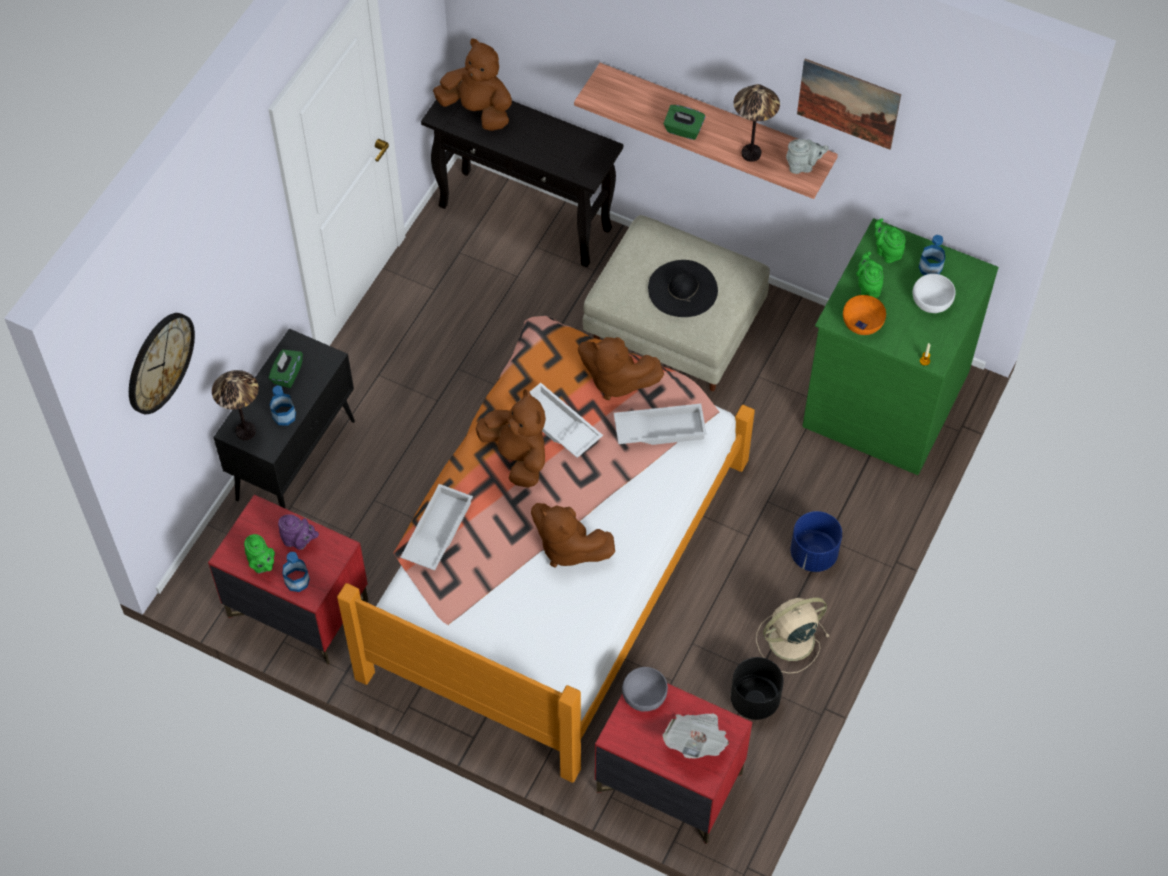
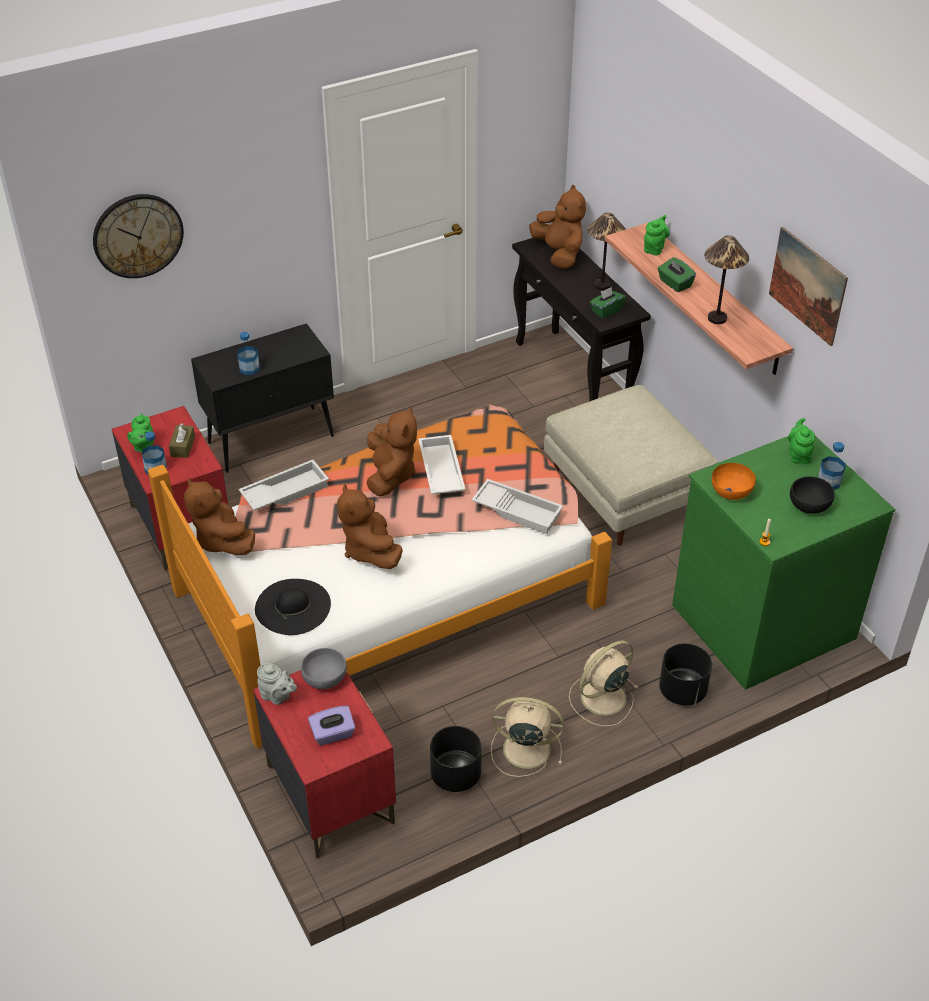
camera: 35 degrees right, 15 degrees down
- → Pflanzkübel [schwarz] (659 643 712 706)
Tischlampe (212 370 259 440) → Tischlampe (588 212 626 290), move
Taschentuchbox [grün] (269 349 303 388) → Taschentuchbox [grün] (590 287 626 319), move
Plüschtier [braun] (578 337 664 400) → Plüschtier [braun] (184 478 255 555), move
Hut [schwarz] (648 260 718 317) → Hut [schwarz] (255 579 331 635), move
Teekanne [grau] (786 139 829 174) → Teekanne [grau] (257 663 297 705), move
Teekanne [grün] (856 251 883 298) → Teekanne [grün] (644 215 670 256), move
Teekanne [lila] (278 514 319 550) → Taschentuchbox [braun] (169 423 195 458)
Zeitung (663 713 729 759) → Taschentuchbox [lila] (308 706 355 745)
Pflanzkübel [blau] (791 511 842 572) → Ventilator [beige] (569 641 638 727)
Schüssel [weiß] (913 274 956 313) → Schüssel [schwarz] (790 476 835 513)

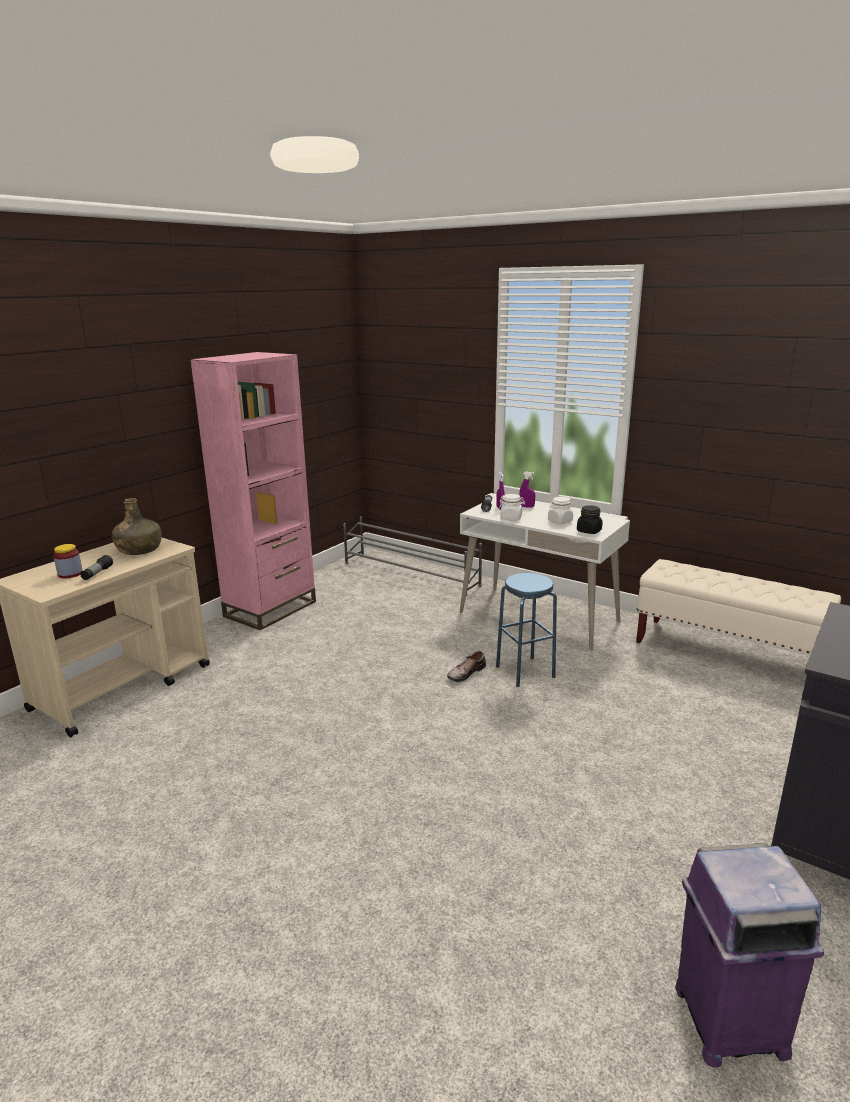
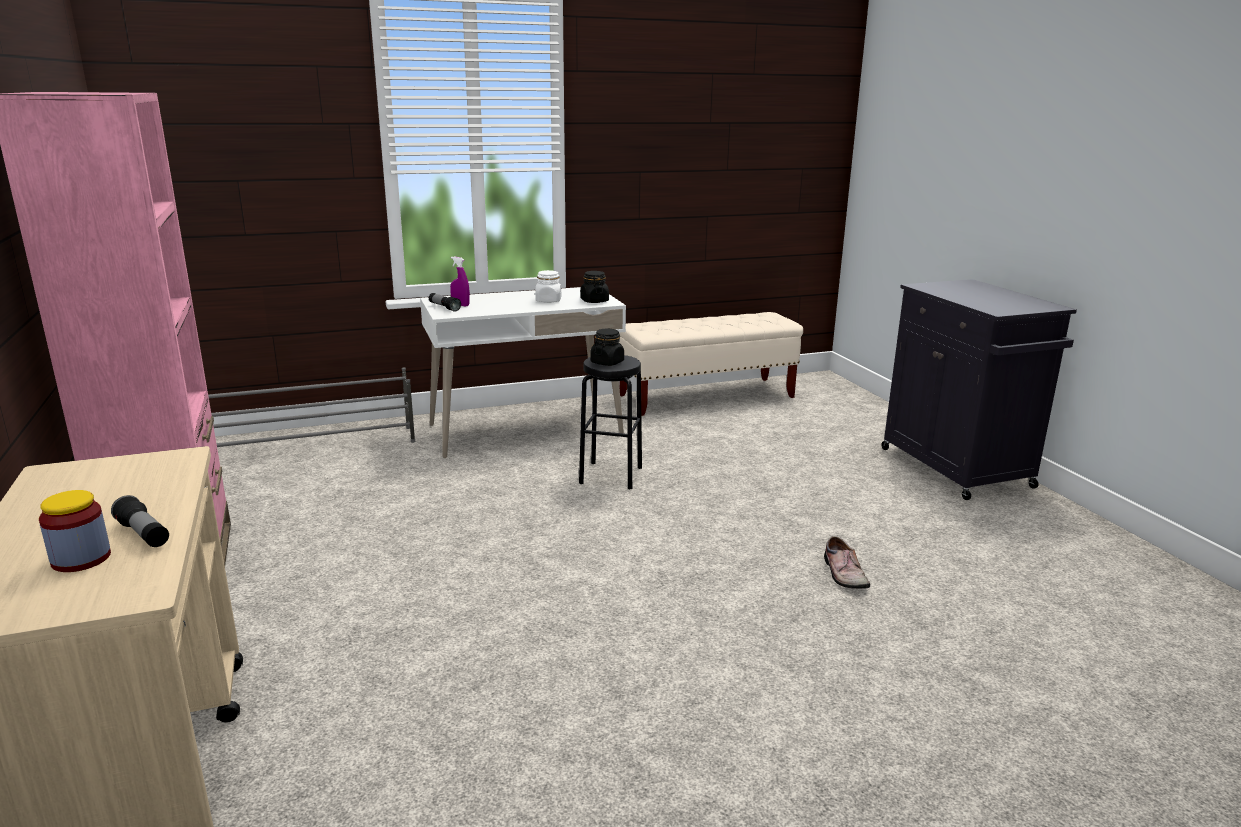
camera: 55 degrees left, 0 degrees up
Flasche [grün] (112 498 162 555) → -
Vorratsglas [weiß] (499 494 525 520) → -
Sprühflasche [lila] (519 472 535 508) → -
Mülleimer [lila] (675 843 824 1067) → -
- → Vorratsglas [schwarz] (590 329 624 366)
Schuh (447 651 486 682) → Schuh (824 536 870 589), move
Hocker [blau] (496 573 557 687) → Hocker [schwarz] (579 355 642 490)

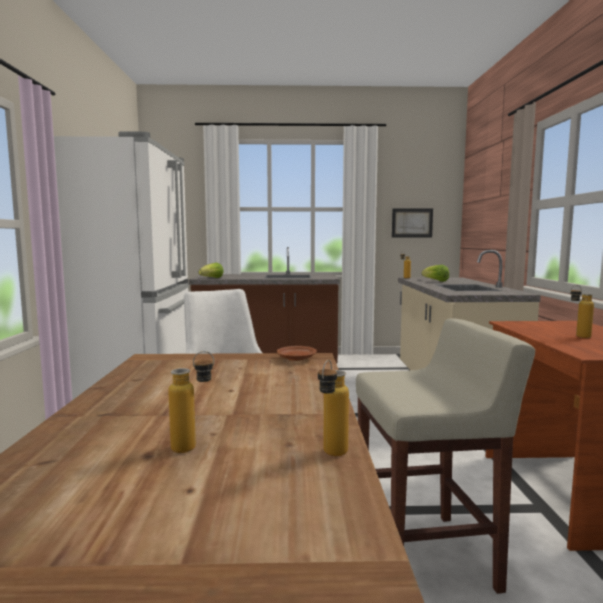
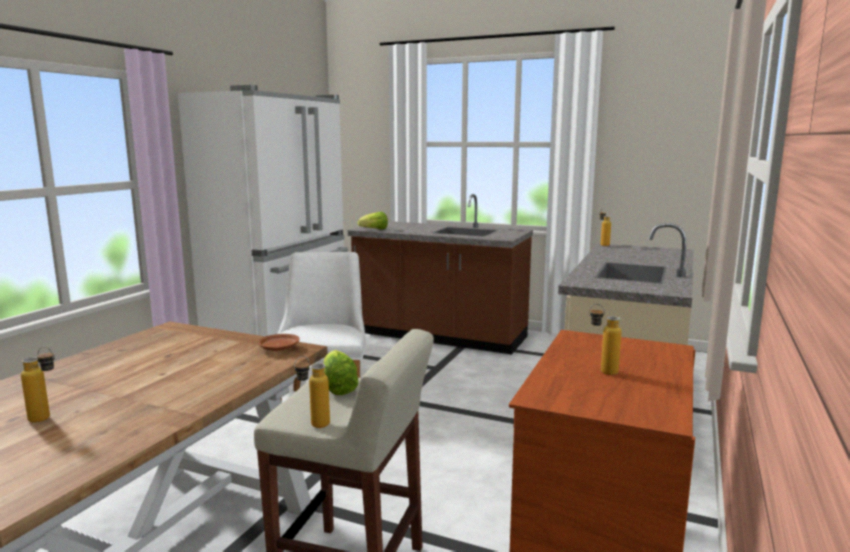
camera: 25 degrees right, 5 degrees up
Bild (392 208 433 238) → -
Flasche (318 360 349 456) → Flasche (294 356 330 428), move
Salatkopf (422 265 449 282) → Salatkopf (324 350 358 395), move

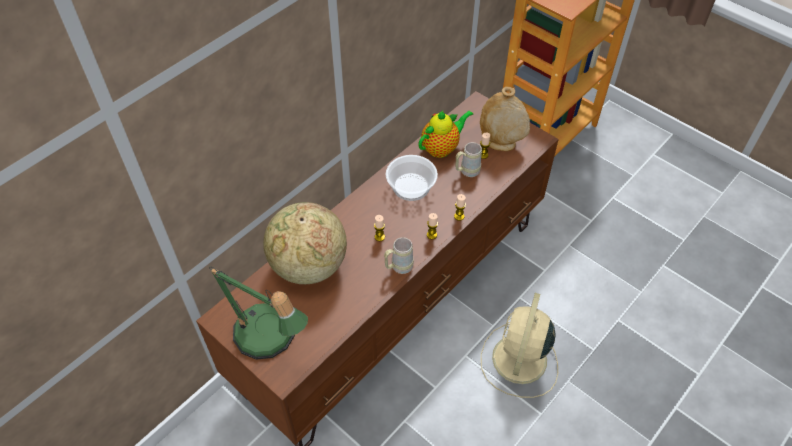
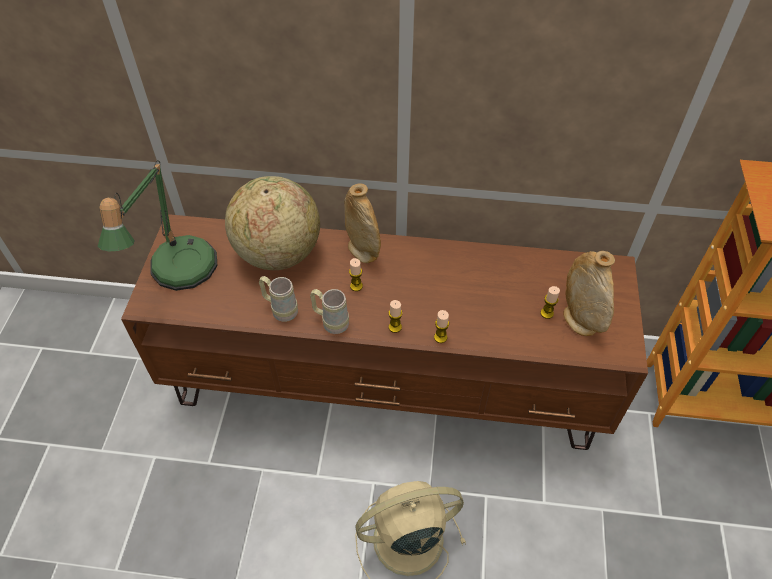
camera: 55 degrees right, 0 degrees up
Schüssel (386 155 438 201) → -
Teekanne (418 110 473 158) → -
- → Vase [beige] (344 183 381 263)
Henkelbecher [beige] (455 142 482 177) → Henkelbecher [beige] (259 276 298 322), move

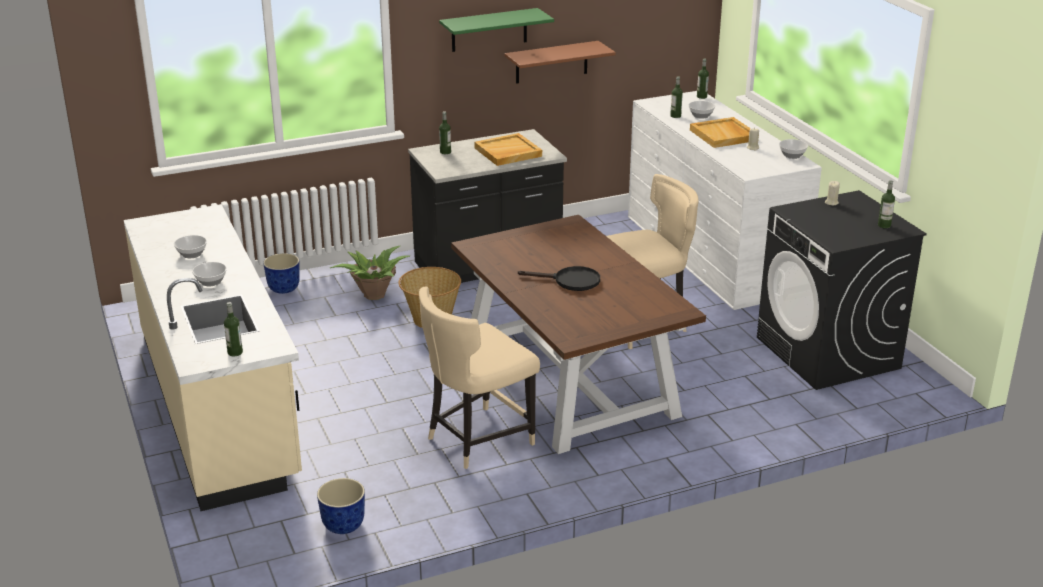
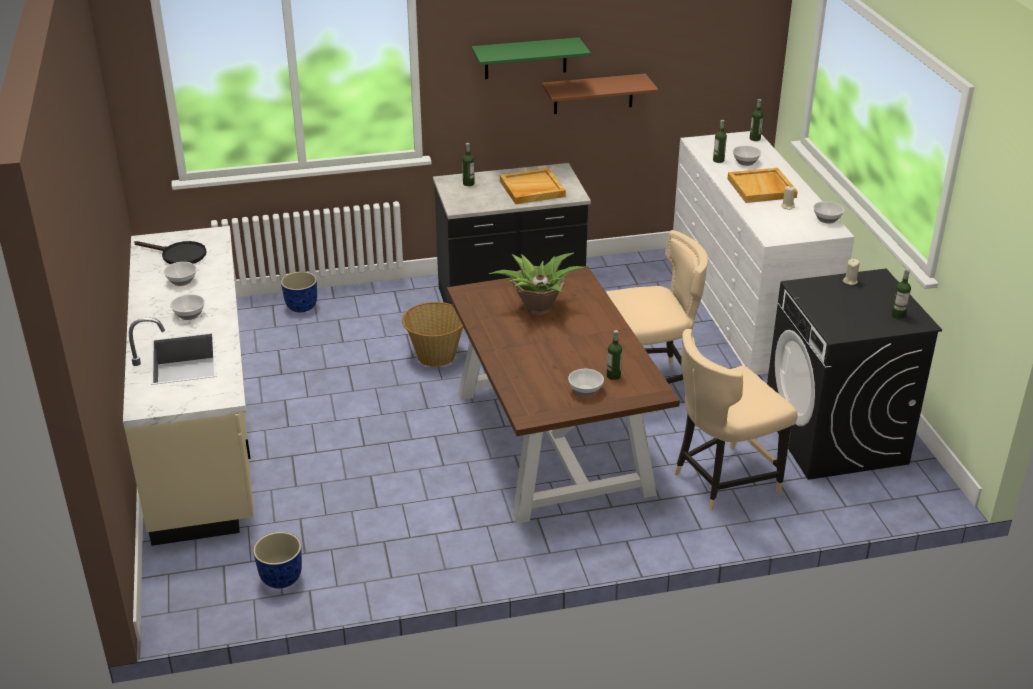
camera: 10 degrees right, 5 degrees up
- → Schüssel (568 369 604 397)
Flasche (224 302 243 356) → Flasche (607 330 622 380), move
Topfpflanze (330 246 410 300) → Topfpflanze (489 253 584 315), move
Stuhl [beige] (419 287 540 469) → Stuhl [beige] (674 329 798 512), move
Pfanne [schwarz] (518 266 600 291) → Pfanne [schwarz] (134 241 207 264), move

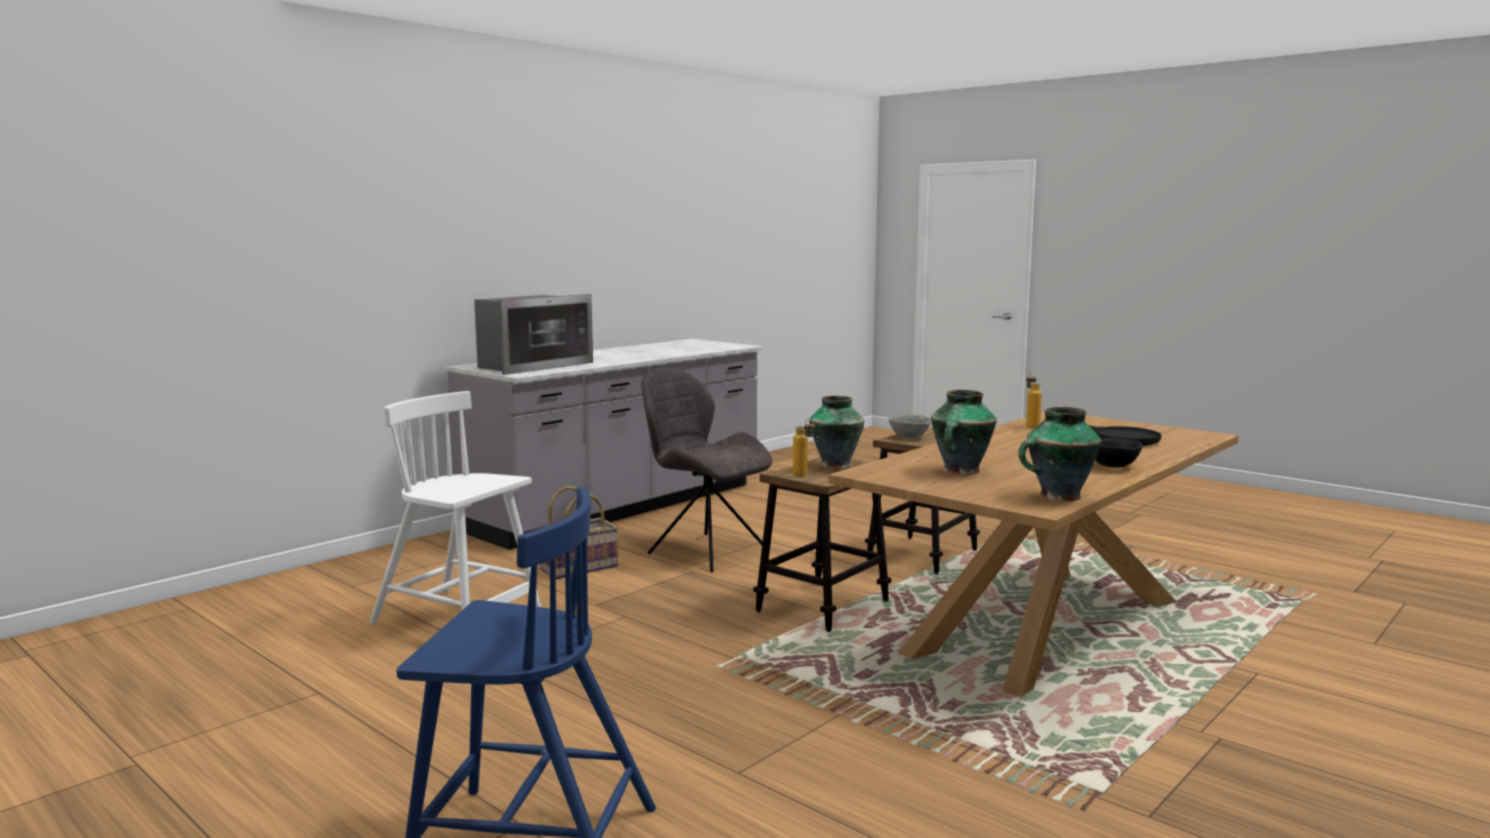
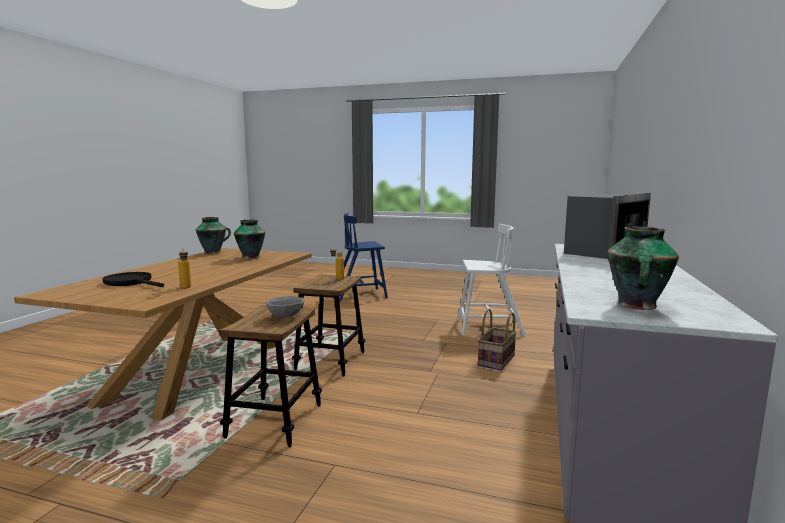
camera: 155 degrees right, 0 degrees up
Stuhl [grau] (641 368 772 572) → -
Schüssel [schwarz] (1095 438 1143 468) → -
Vase (809 396 864 469) → Vase (608 226 679 310), move
Mikrowelle (474 294 593 375) → Mikrowelle (564 193 651 261), 150 degrees counterclockwise

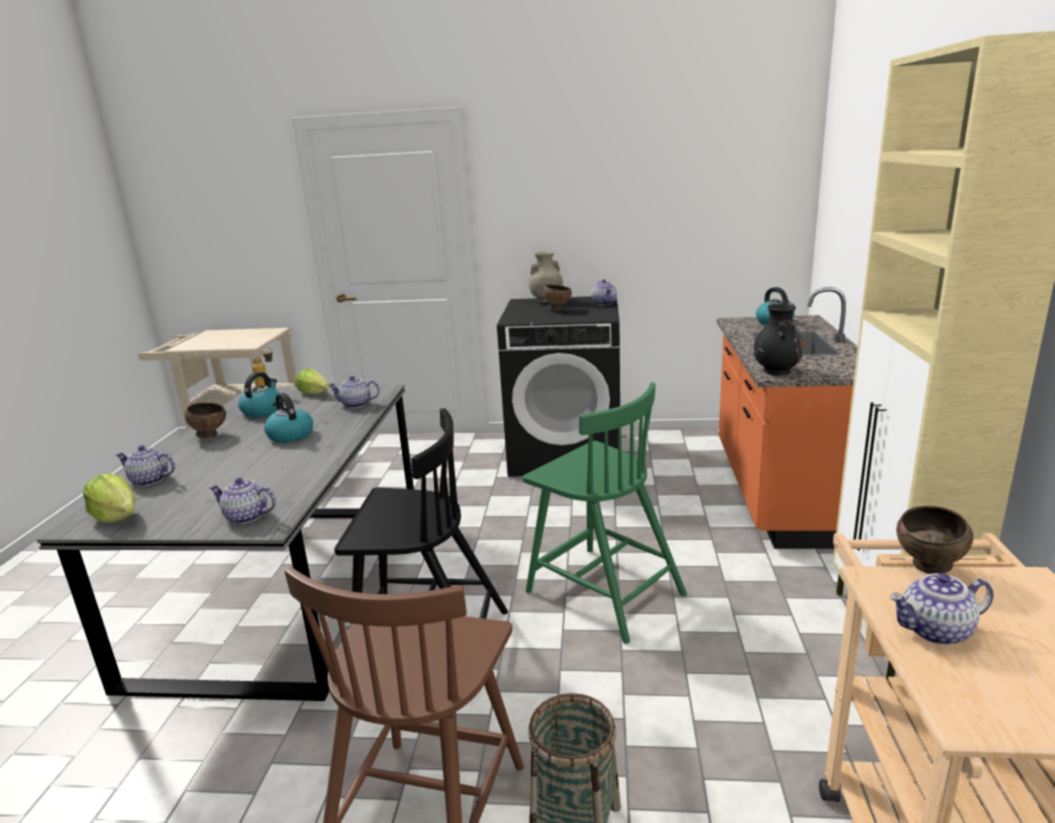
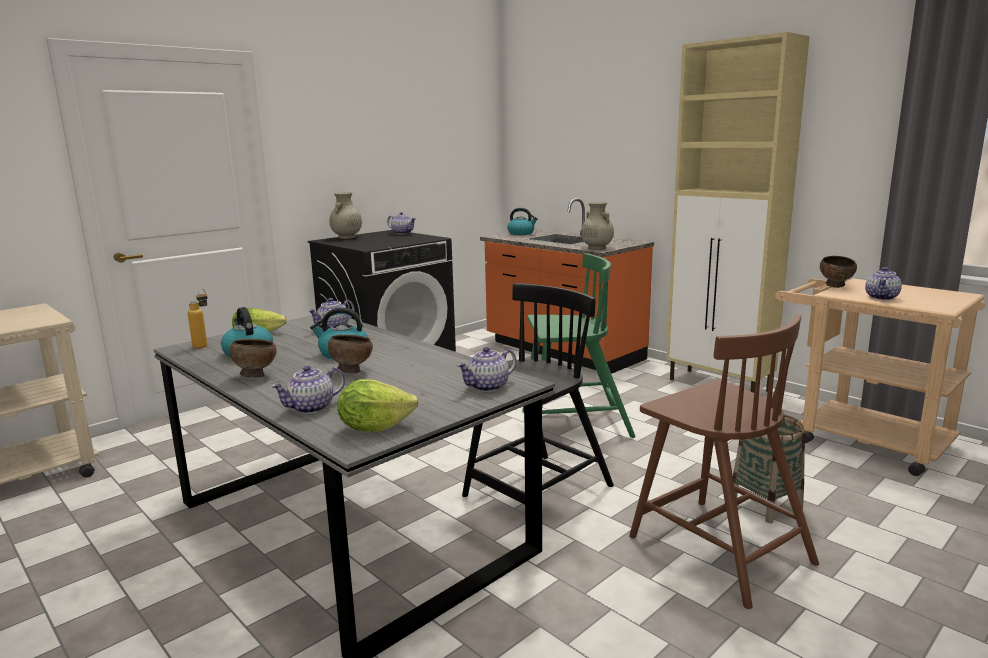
camera: 50 degrees left, 5 degrees down
Schüssel [braun] (543 284 572 311) → Schüssel [braun] (328 335 373 373), move
Vase [schwarz] (754 304 804 375) → Vase [beige] (581 202 614 250)

